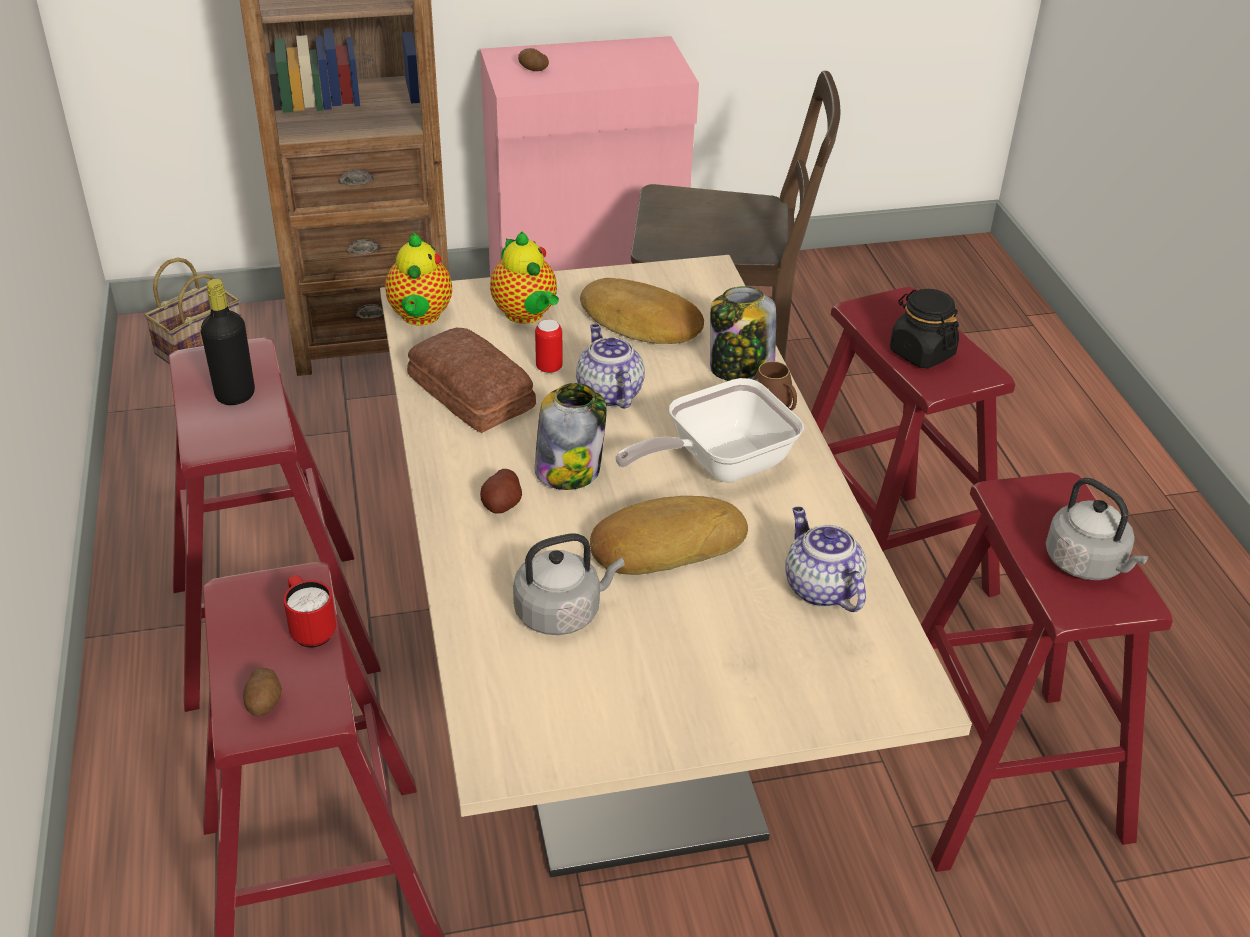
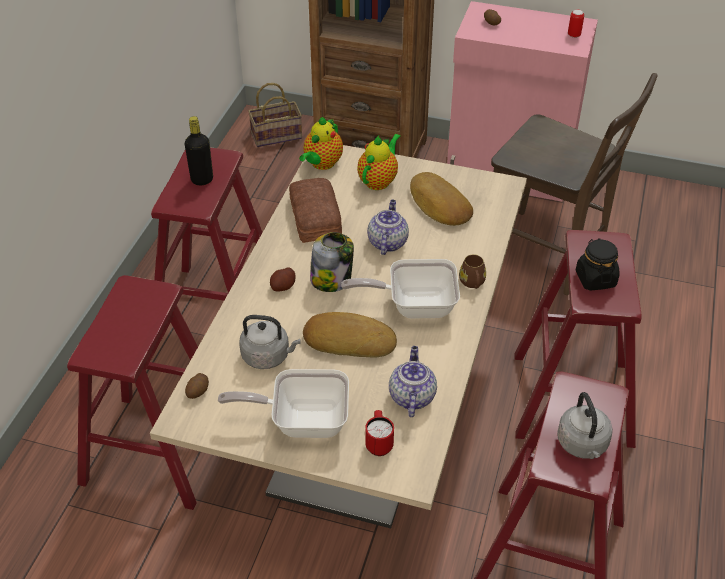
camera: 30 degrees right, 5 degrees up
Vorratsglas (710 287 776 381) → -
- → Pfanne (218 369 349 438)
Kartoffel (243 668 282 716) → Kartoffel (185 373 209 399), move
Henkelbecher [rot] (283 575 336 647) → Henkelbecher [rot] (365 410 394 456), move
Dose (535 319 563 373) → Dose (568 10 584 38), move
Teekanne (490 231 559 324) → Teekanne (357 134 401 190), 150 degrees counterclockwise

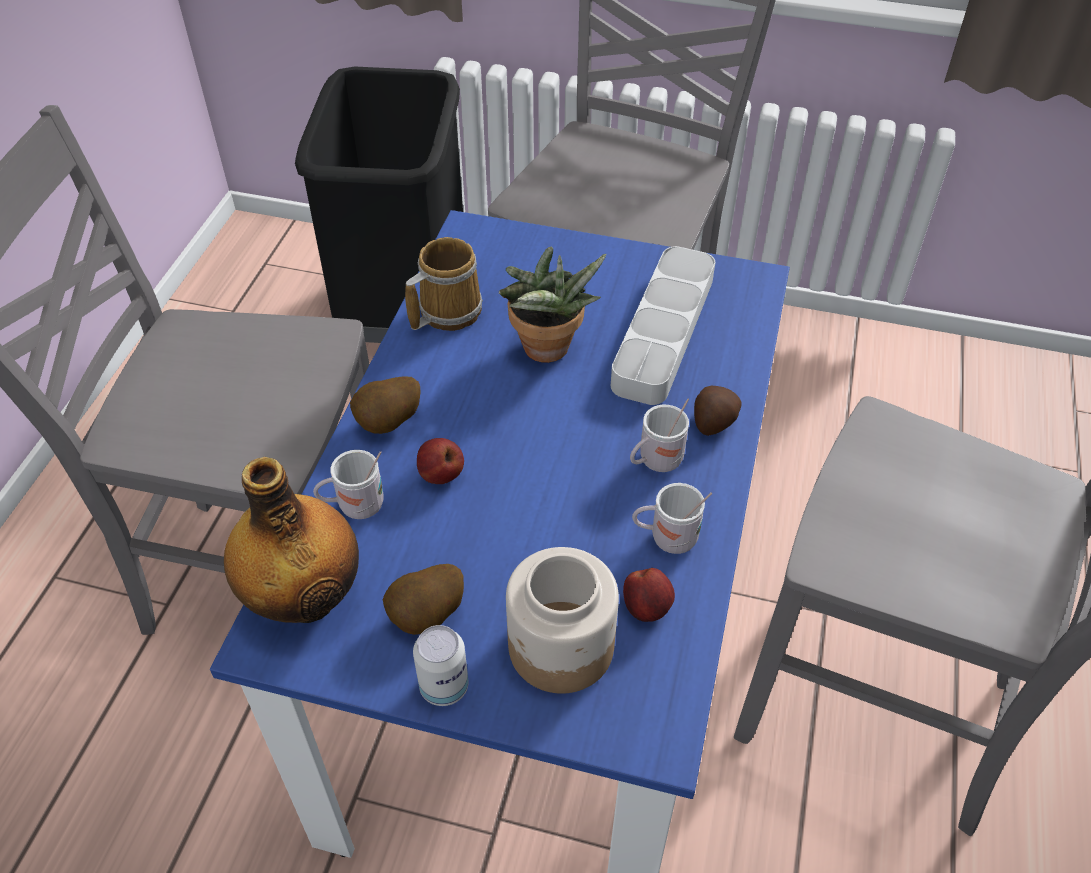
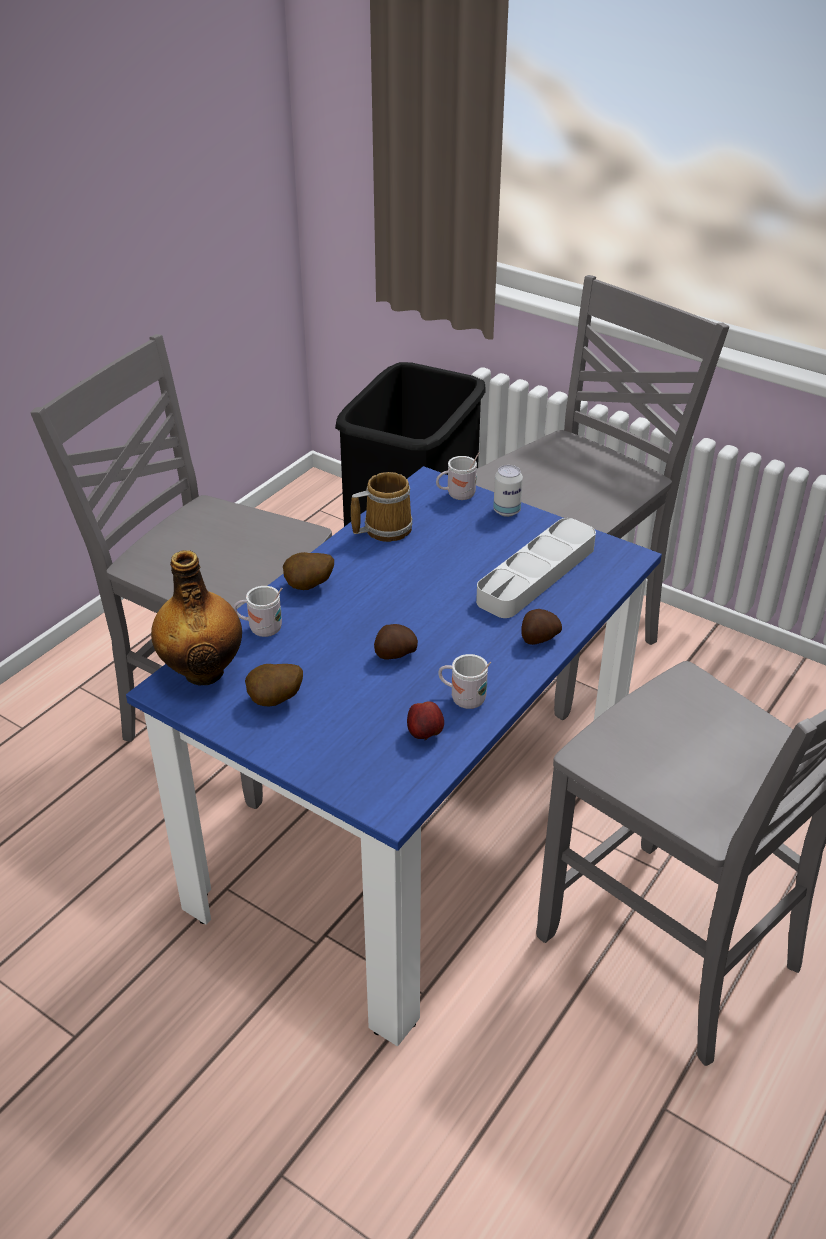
camera: 20 degrees right, 10 degrees down
Apfel (417 438 464 484) → -
Topfpflanze (499 246 606 363) → -
Vorratsglas (506 547 619 694) → -
- → Kartoffel (374 624 418 660)
Dose (413 625 468 706) → Dose (493 465 523 517), move
Henkelbecher [weiß] (630 398 689 472) → Henkelbecher [weiß] (436 452 479 500), move

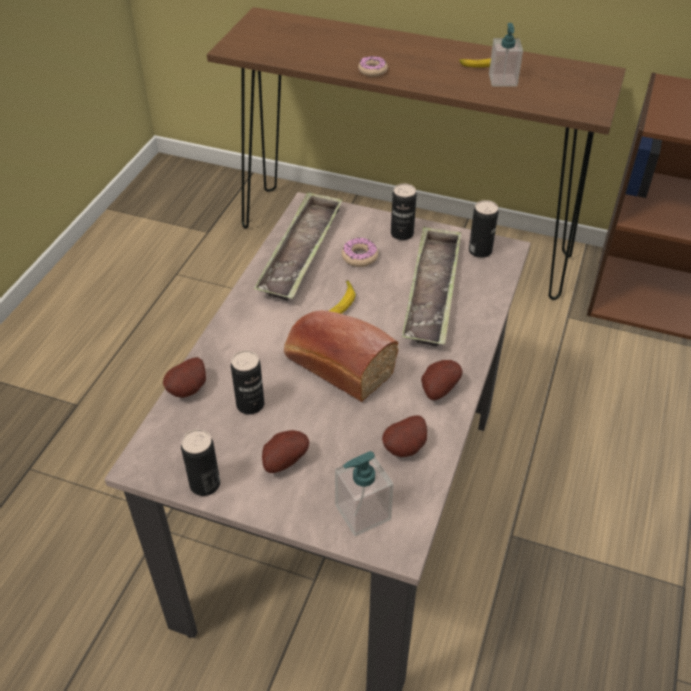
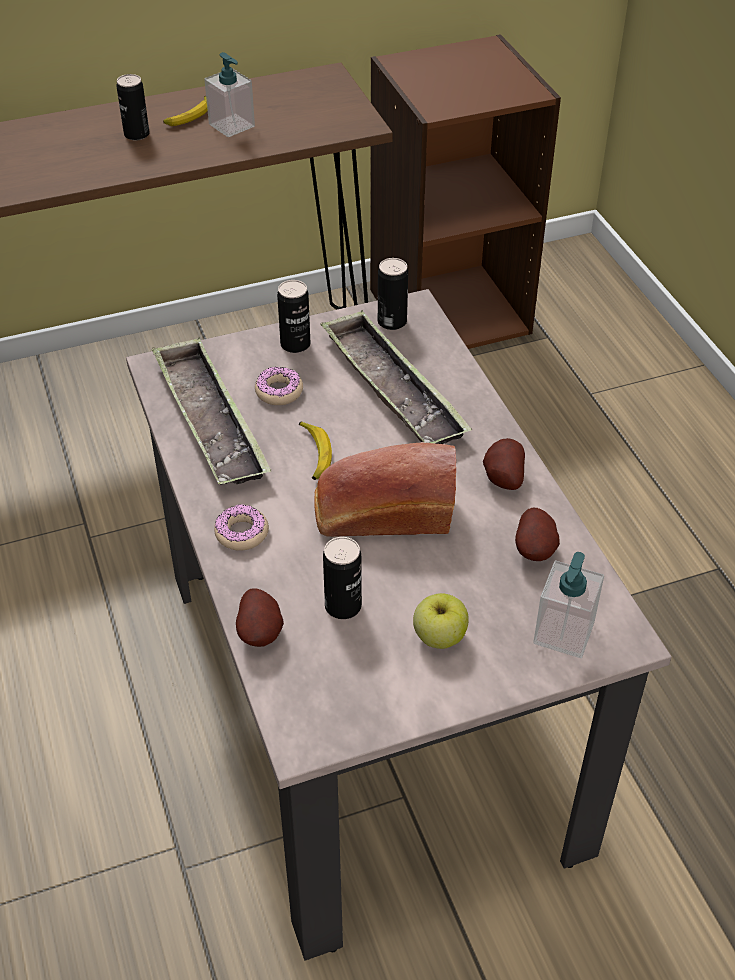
camera: 40 degrees left, 0 degrees up
Dose (181 429 220 496) → Dose (116 74 150 141), move
Donut (358 56 388 77) → Donut (214 504 269 551), move
Kartoffel (262 430 309 473) → Apfel (413 593 469 649)

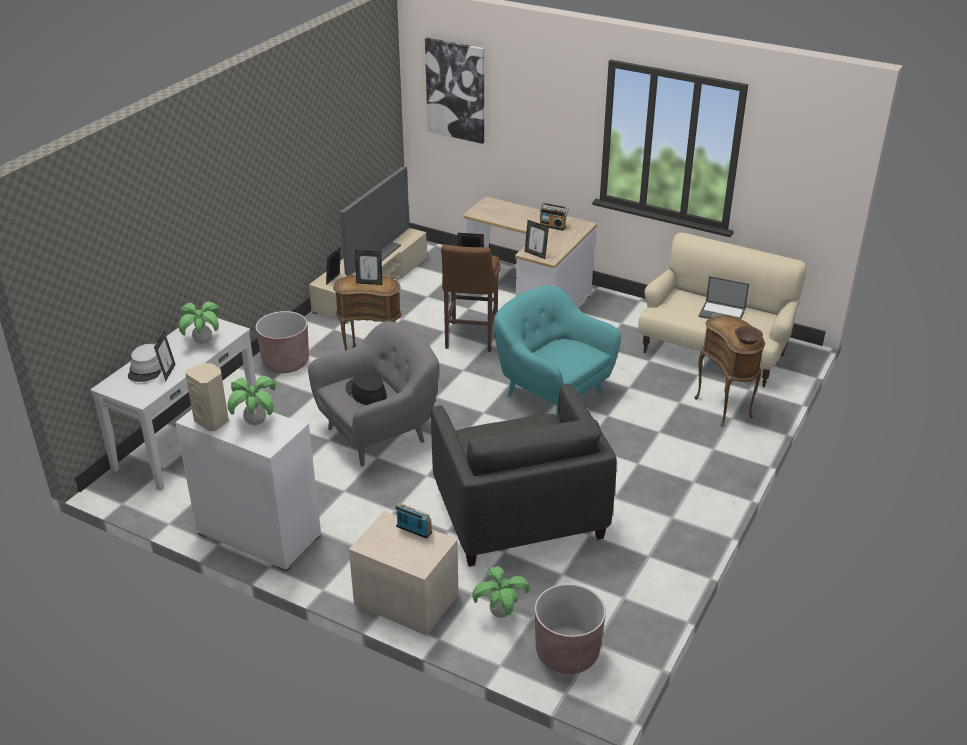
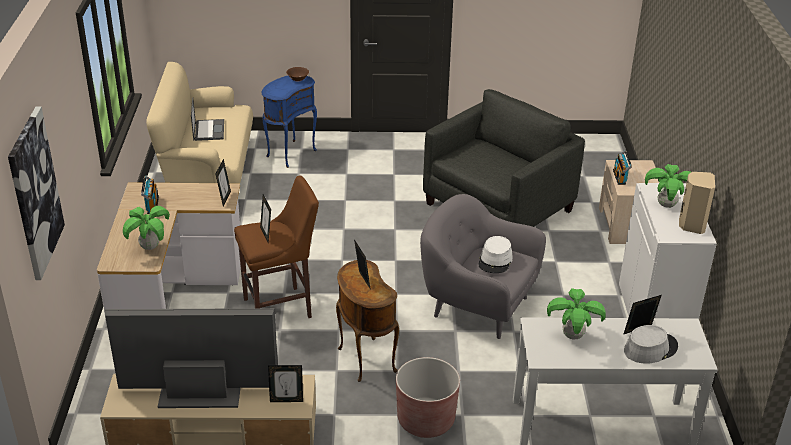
camera: 120 degrees left, 0 degrees up
Sessel [türkis] (494 285 621 416) → -
Pflanzkübel [braun] (535 584 606 674) → -
Topfpflanze (472 566 529 618) → Topfpflanze (123 206 170 250), move
Hut [schwarz] (346 373 387 405) → Hut [weiß] (478 236 513 273)
Beistelltisch [braun] (694 315 765 426) → Beistelltisch [blau] (262 76 317 168)

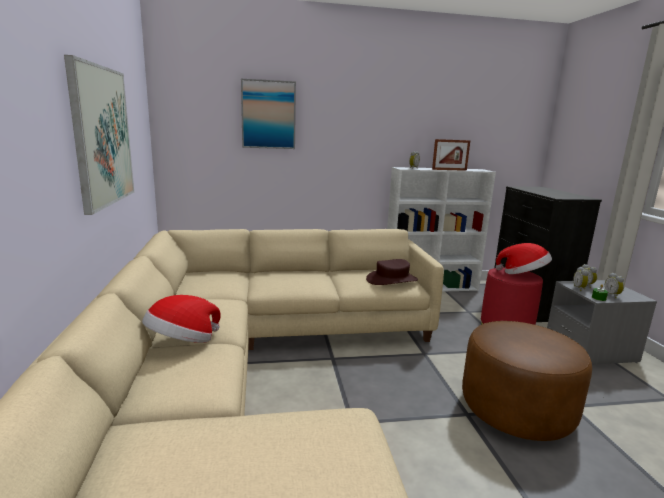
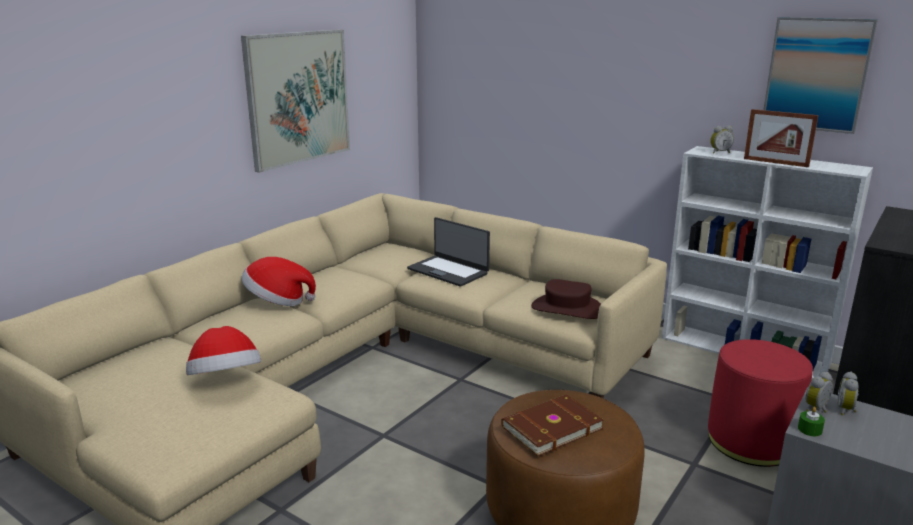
camera: 45 degrees right, 5 degrees up
Wecker (605 273 624 298) → -
- → Laptop (407 217 490 286)
- → Buch [braun] (501 394 604 456)
Bild (241 78 296 149) → Bild (764 17 878 134), move
Hut (496 243 552 274) → Hut (186 326 261 375), move

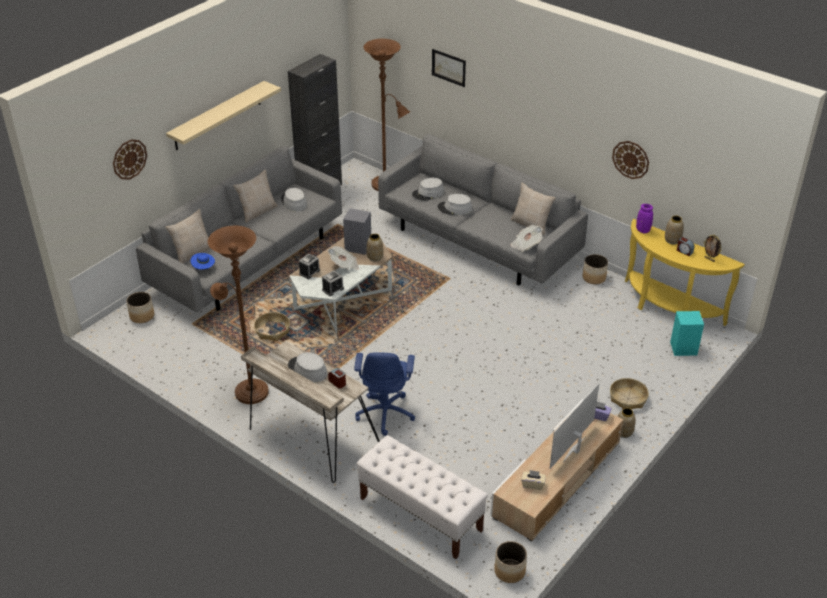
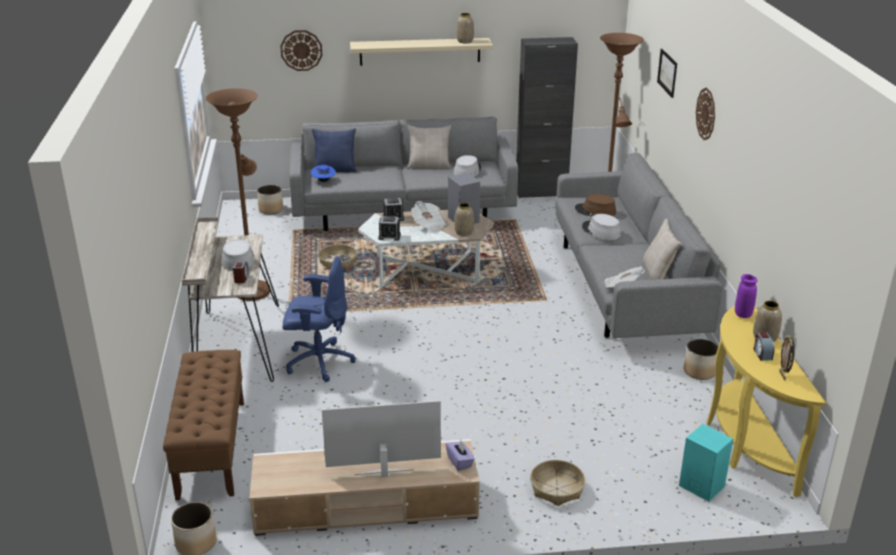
camera: 45 degrees right, 10 degrees down
Taschentuchbox [beige] (521 470 546 490) → -
Wanduhr (612 141 649 179) → Wanduhr (696 87 715 140), move
Vase (618 408 636 438) → Vase (456 13 474 43), move
Kissen [beige] (165 209 210 263) → Kissen [blau] (312 128 357 172)
Bank [weiß] (356 435 488 559) → Bank [braun] (163 350 244 500)
Hut [grau] (412 178 444 201) → Hut [braun] (575 194 616 216)
Bürostuhl [blau] (354 352 415 436) → Bürostuhl [blau] (283 256 356 382), 135 degrees counterclockwise

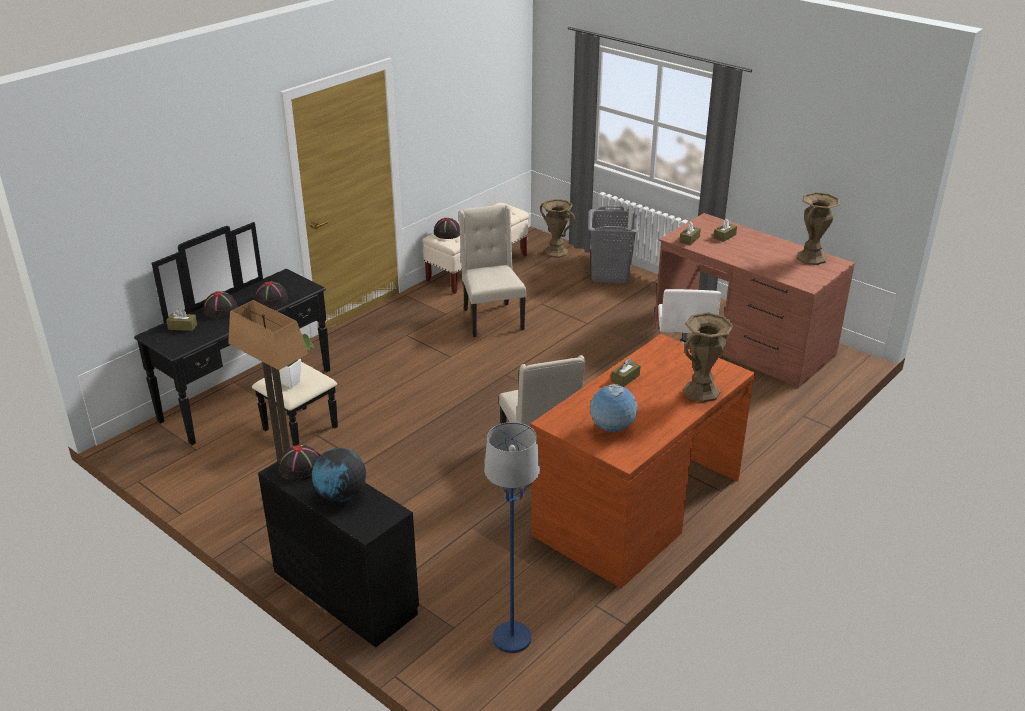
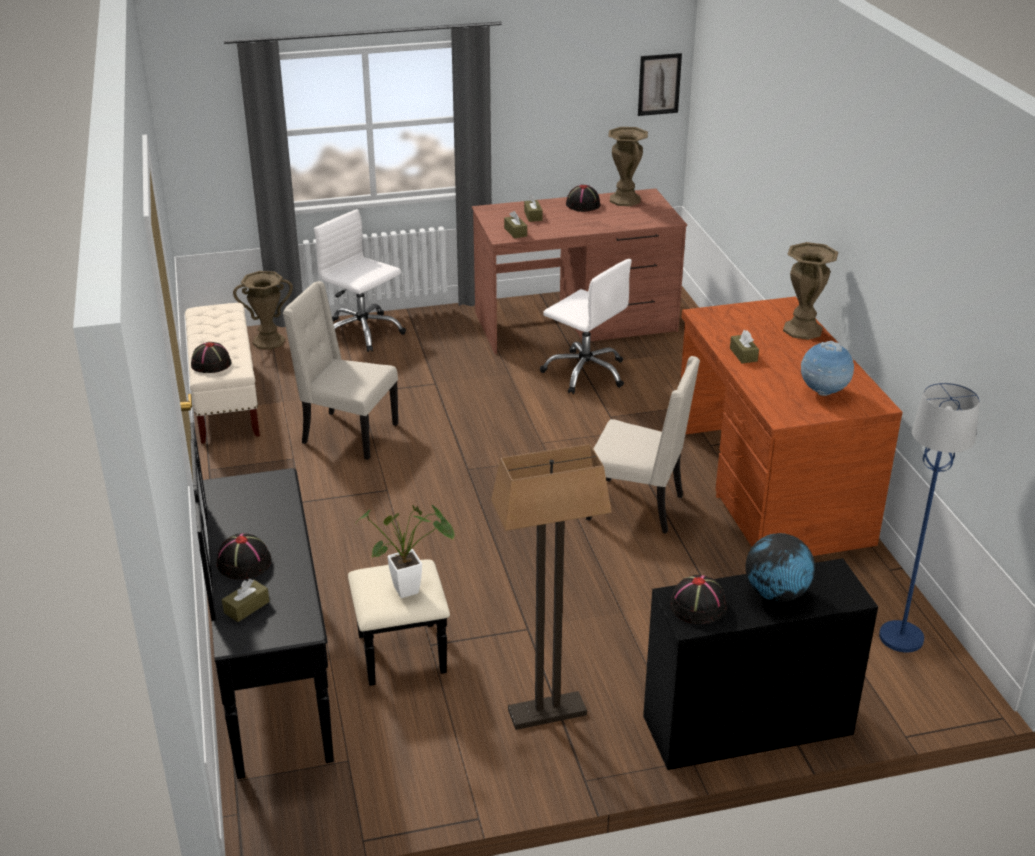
camera: 55 degrees left, 0 degrees up
- → Bild (638 53 682 116)
Hut [schwarz] (255 281 288 308) → Hut [schwarz] (566 185 601 212), move
Wäschekorb [grau] (588 206 639 283) → Bürostuhl [weiß] (314 209 406 352)

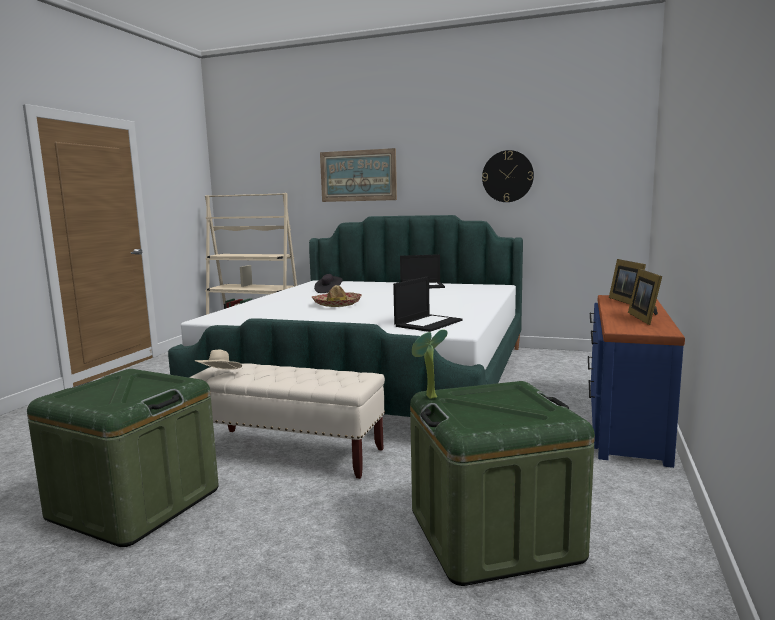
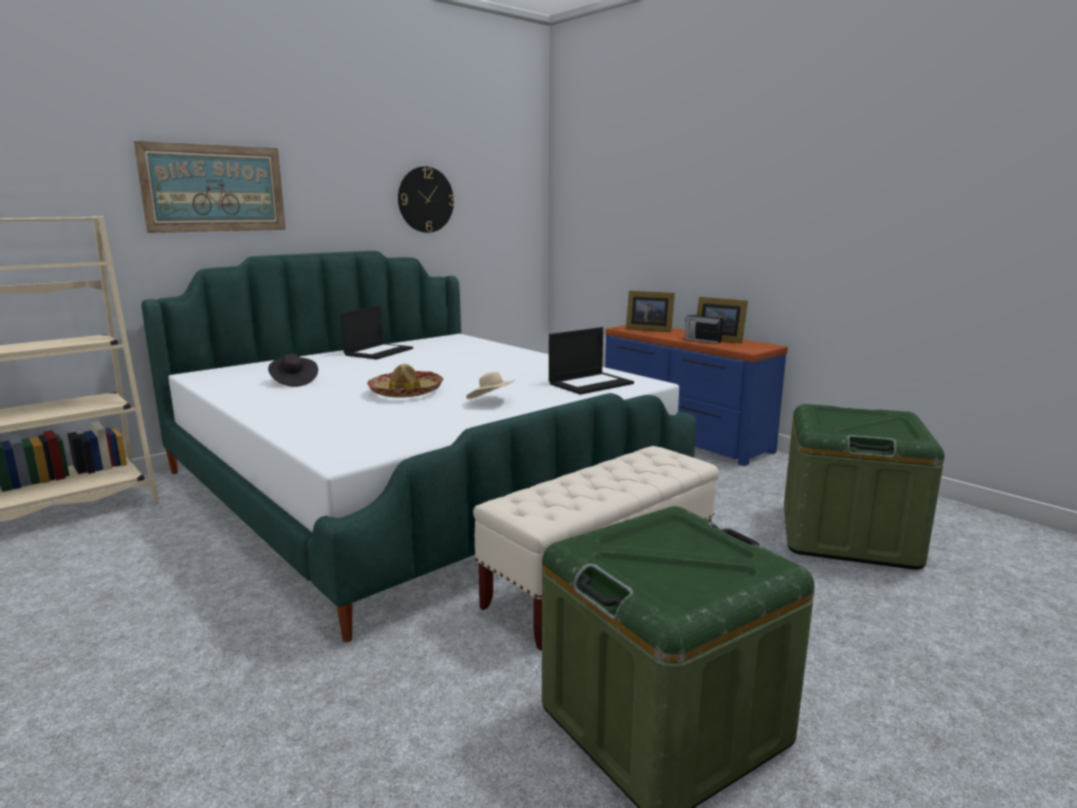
camera: 60 degrees left, 5 degrees up
Topfpflanze (412 329 448 399) → -
- → Radio (685 311 723 344)
Hut [beige] (195 350 242 370) → Hut [beige] (466 372 515 399), move
Laptop (393 277 463 332) → Laptop (549 327 634 395), 75 degrees clockwise

